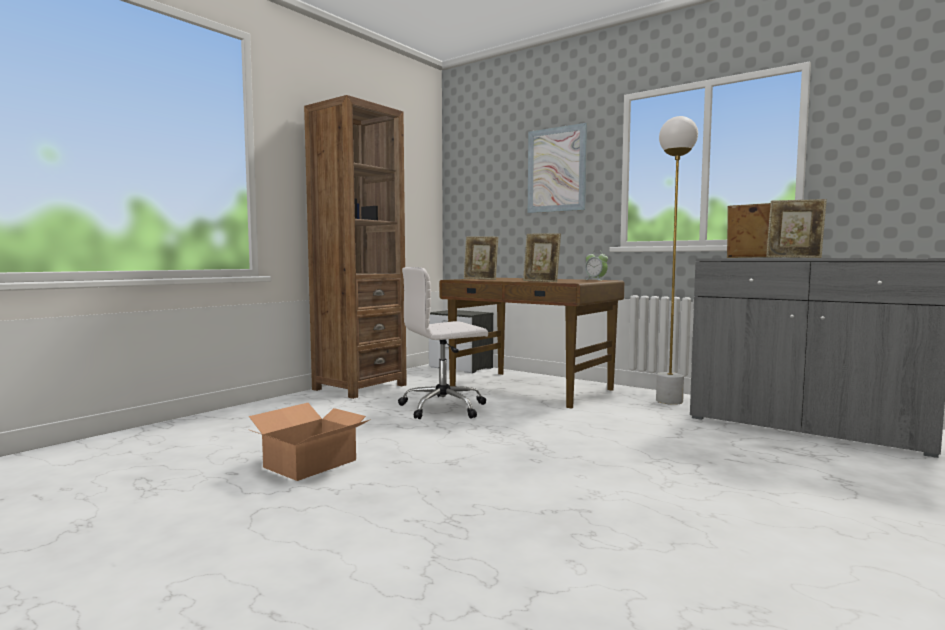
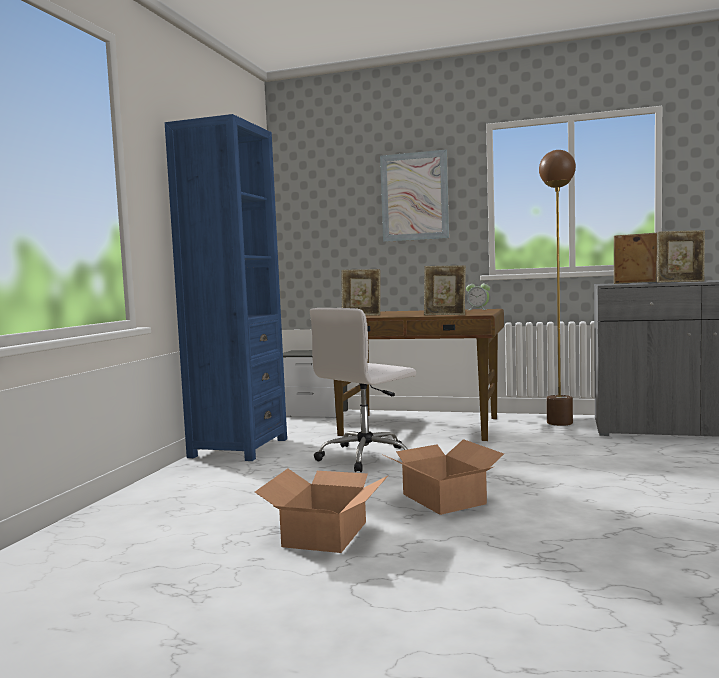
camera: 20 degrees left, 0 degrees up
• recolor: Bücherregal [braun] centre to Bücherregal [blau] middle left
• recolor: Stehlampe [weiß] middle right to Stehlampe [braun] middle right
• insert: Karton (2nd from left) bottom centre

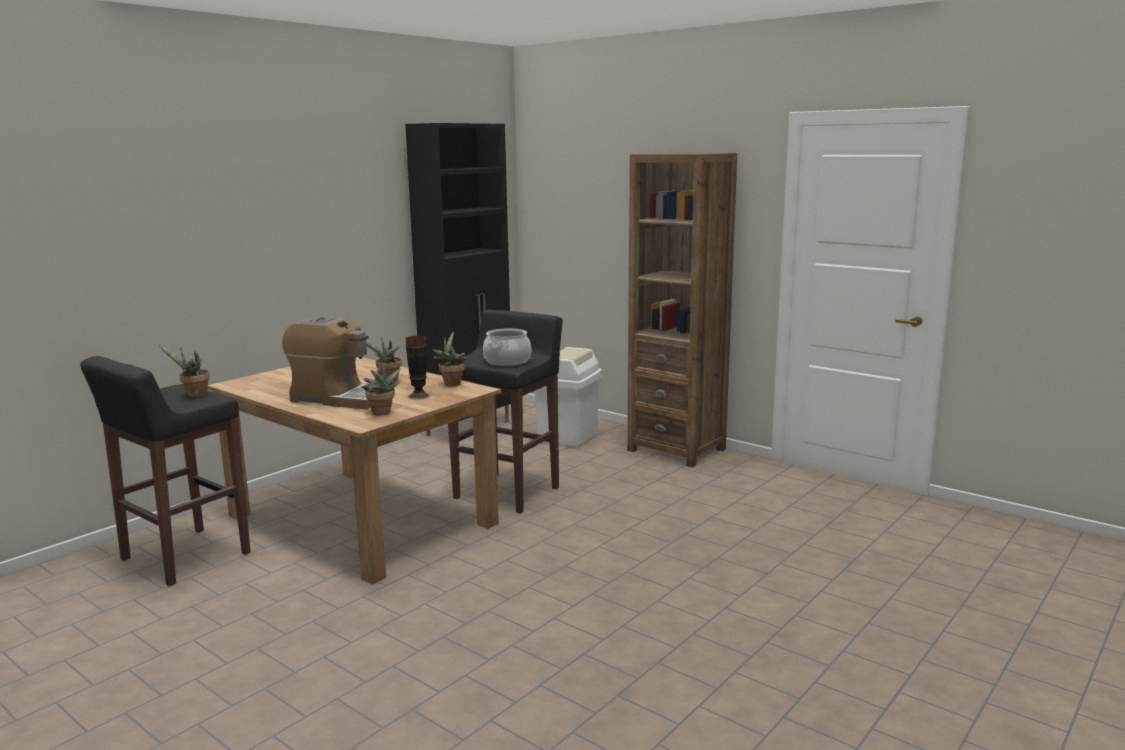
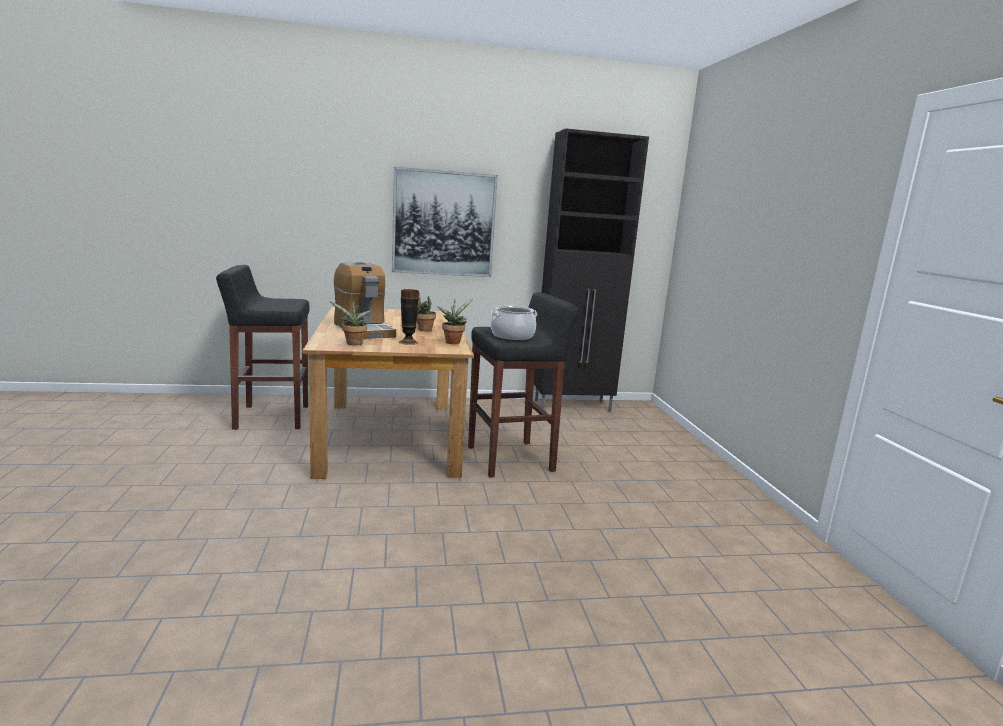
camera: 40 degrees right, 0 degrees up
• delete: Bücherregal [braun] centre
• delete: Topfpflanze (1st from left) middle left
• delete: Mülleimer [weiß] centre
• insert: Bild top centre

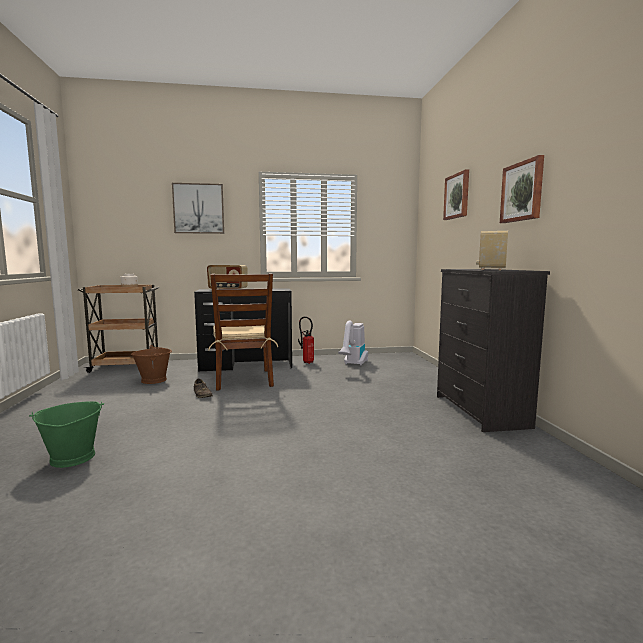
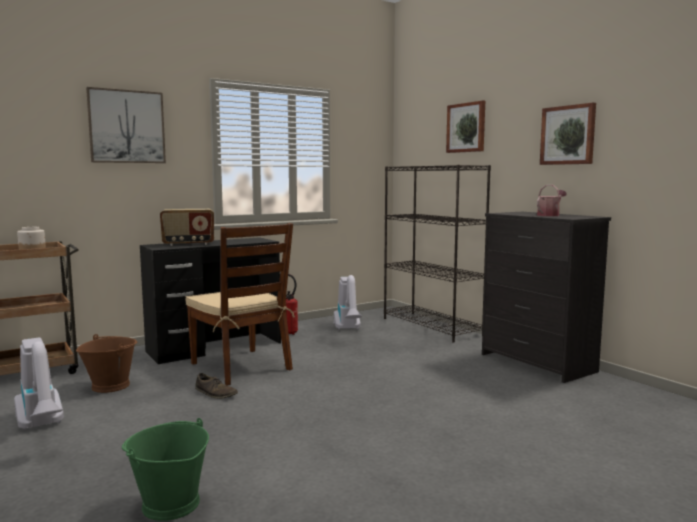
camera: 25 degrees left, 0 degrees up
• replace: Radio (2nd from left) middle right to Gießkanne middle right
• insert: Bücherregal [schwarz] centre
• insert: Staubsauger (1st from left) bottom left

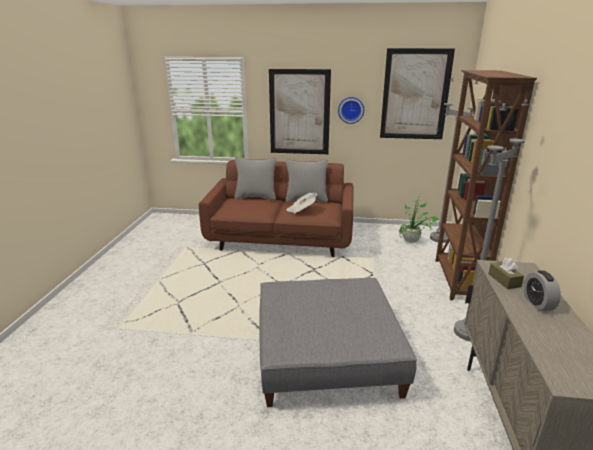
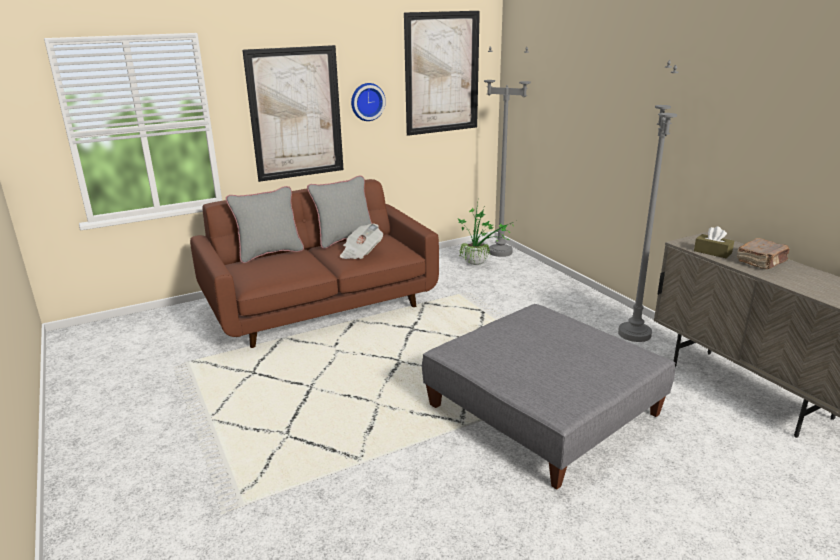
camera: 35 degrees left, 0 degrees up
• delete: Bücherregal [braun] middle right
• replace: Wecker middle right to Buch [braun] middle right

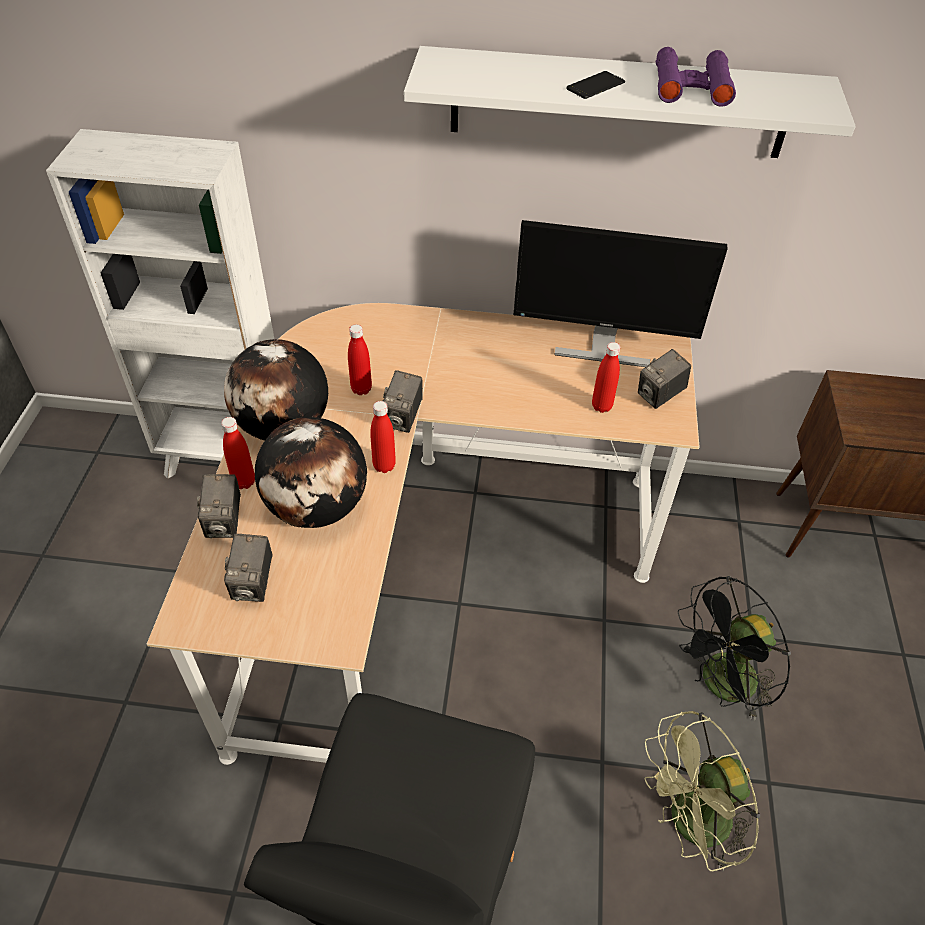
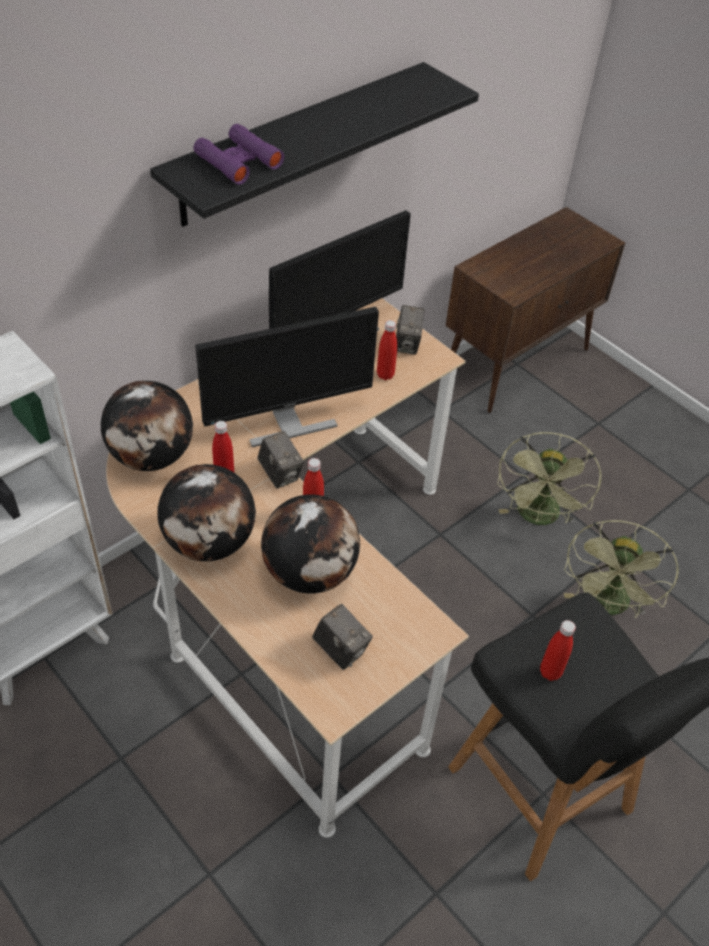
camera: 50 degrees left, 0 degrees up
• recolor: Wandregal [weiß] top right to Wandregal [schwarz] top centre
• move: Fernglas [lila] top right to top centre
• delete: Handy top centre
• move: Flasche [rot] (1st from left in the first image) middle left to Flasche [rot] (4th from left) bottom right
• delete: Kamera (1st from left) middle left
• recolor: Ventilator [schwarz] bottom right to Ventilator [grün] (1st from left) middle right
• insert: Monitor (1st from left) centre
• insert: Globus (1st from left) middle left

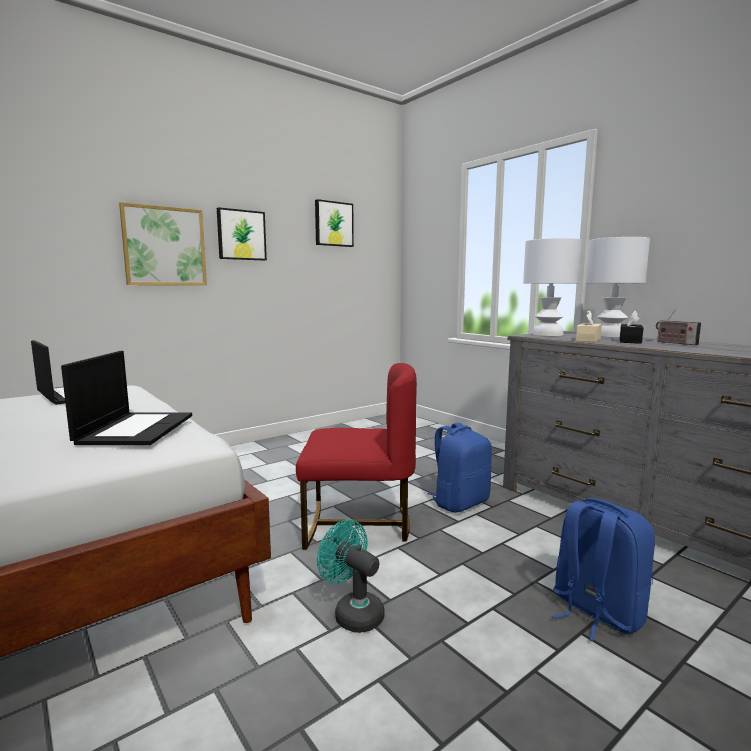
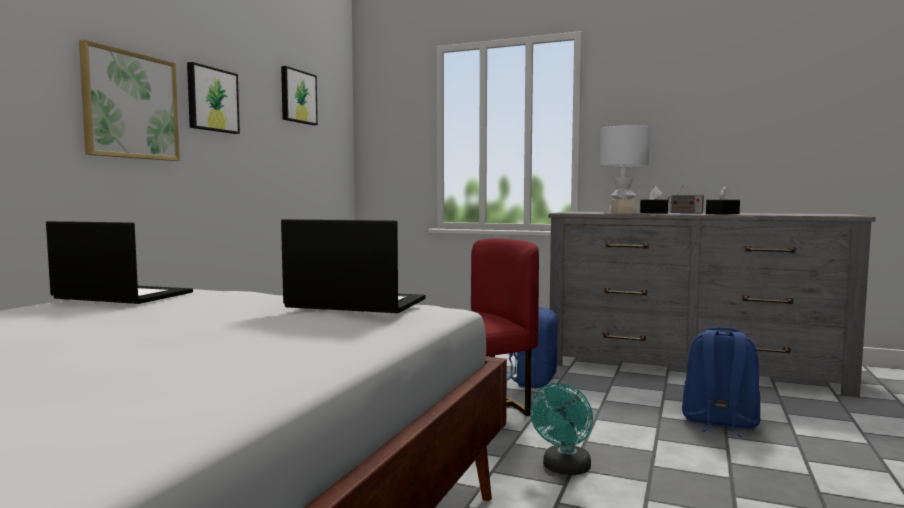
camera: 30 degrees left, 5 degrees down
• delete: Tischlampe [weiß] (1st from left) middle right
• rotate: Laptop (2nd from left) middle left = centre 45 degrees counterclockwise
• rotate: Ventilator [türkis] bottom centre = bottom centre 75 degrees counterclockwise
• insert: Taschentuchbox [schwarz] (2nd from left) middle right

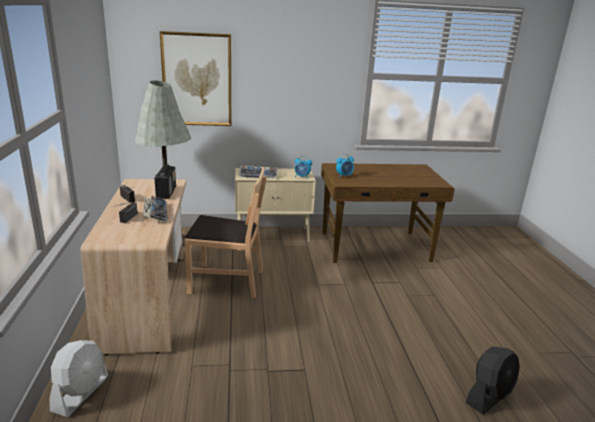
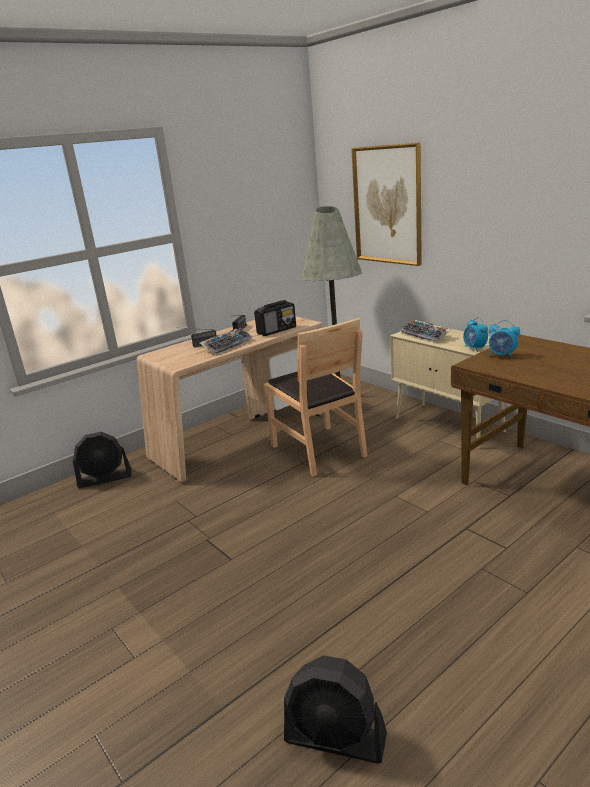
camera: 60 degrees right, 0 degrees up
• recolor: Ventilator [weiß] bottom left to Ventilator [schwarz] (1st from left) middle left

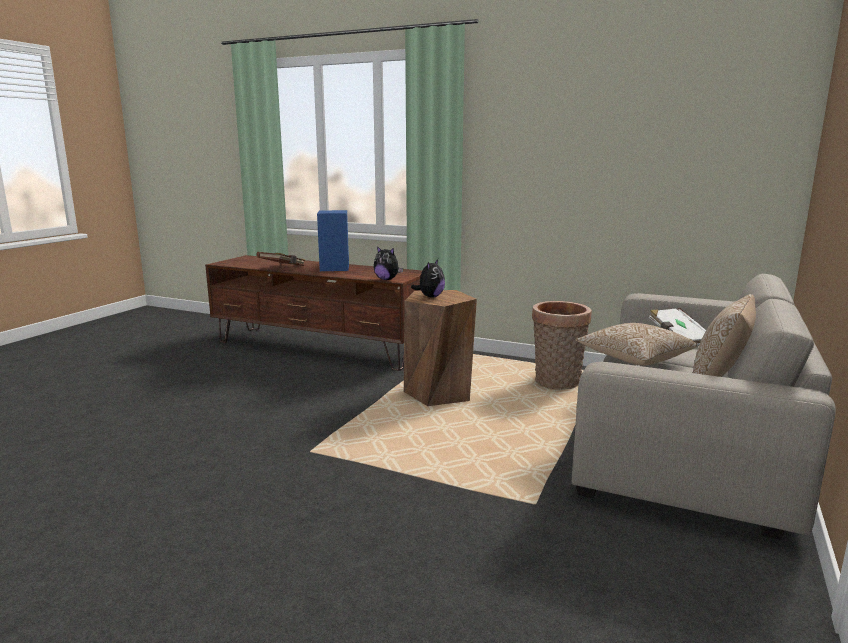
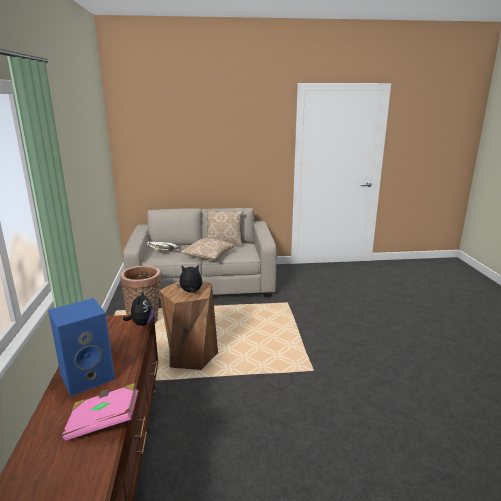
camera: 120 degrees left, 5 degrees up
• recolor: Buch [braun] middle left to Buch [rosa] bottom left

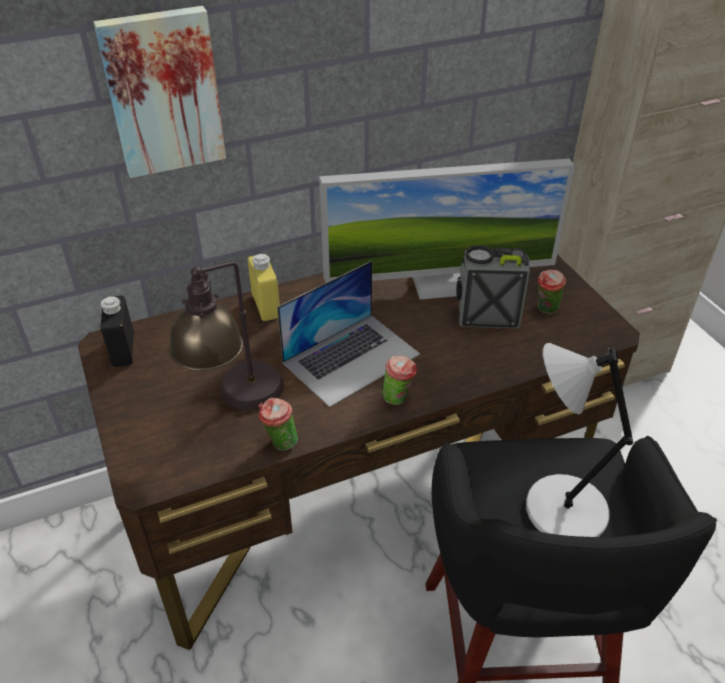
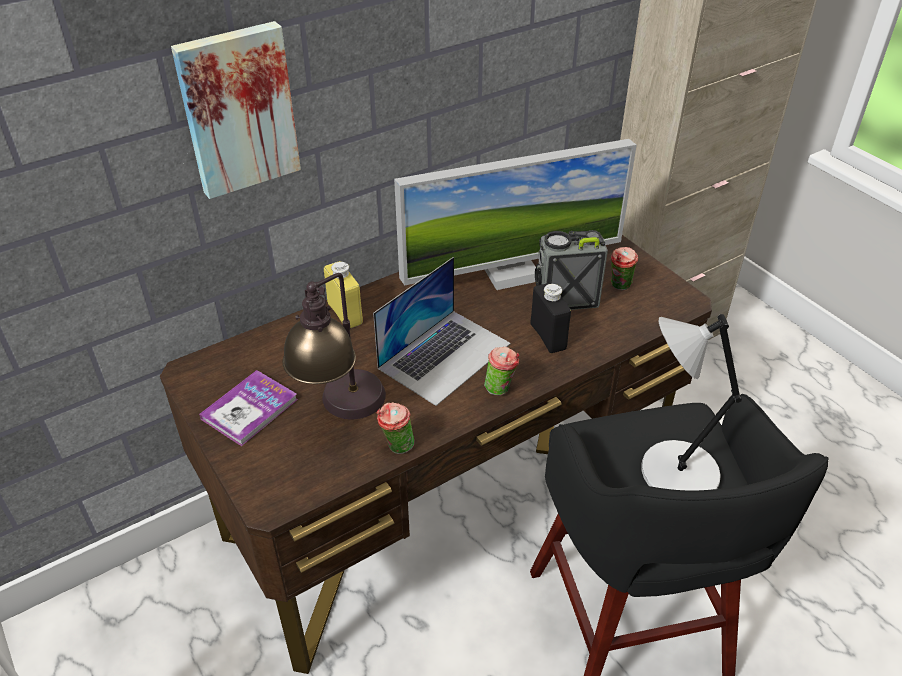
camera: 10 degrees left, 0 degrees up
• move: Flasche [schwarz] middle left to centre
• insert: Buch middle left

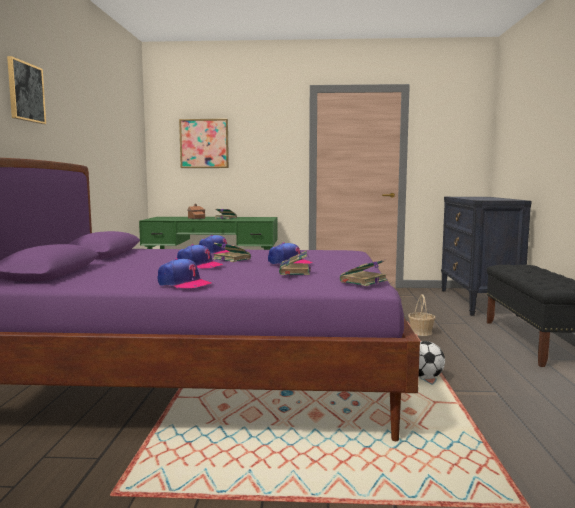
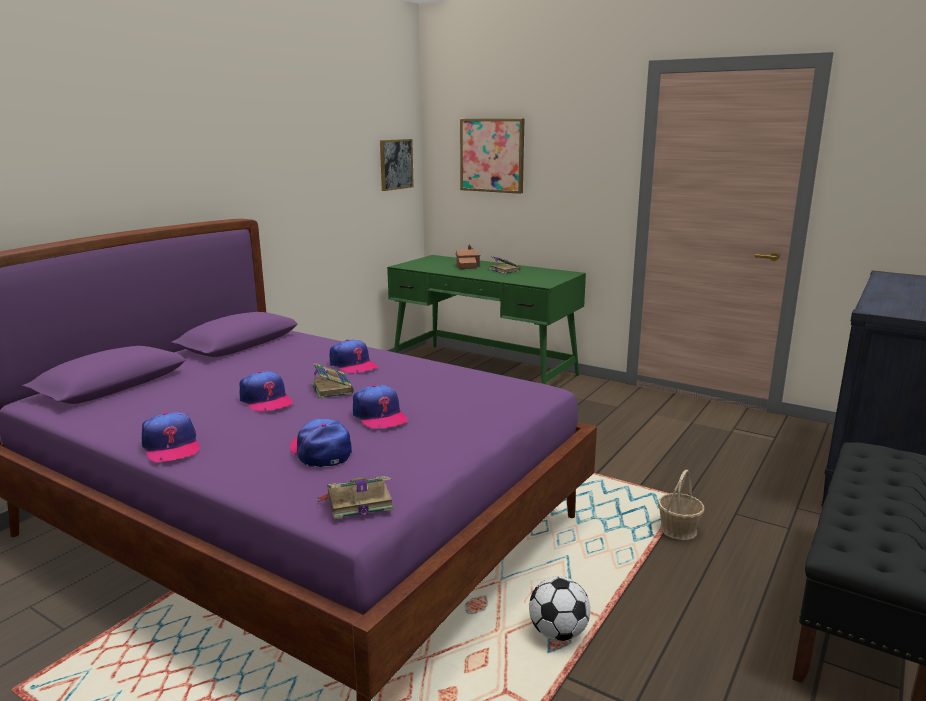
camera: 30 degrees right, 10 degrees up
• move: Bild (1st from left) top left to top centre
• replace: Buch (3rd from left) centre to Kappe (3rd from left) centre

